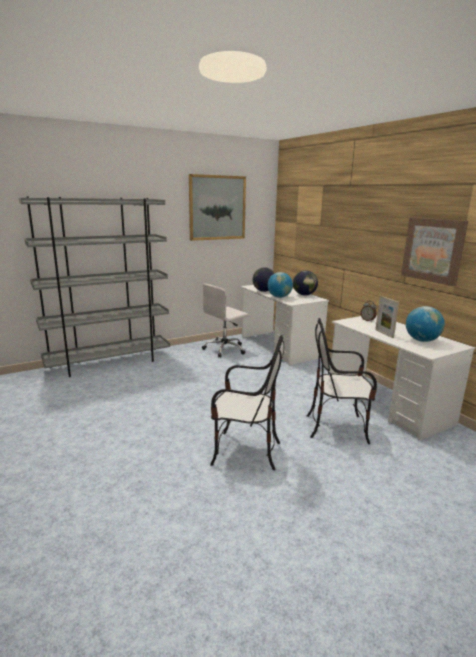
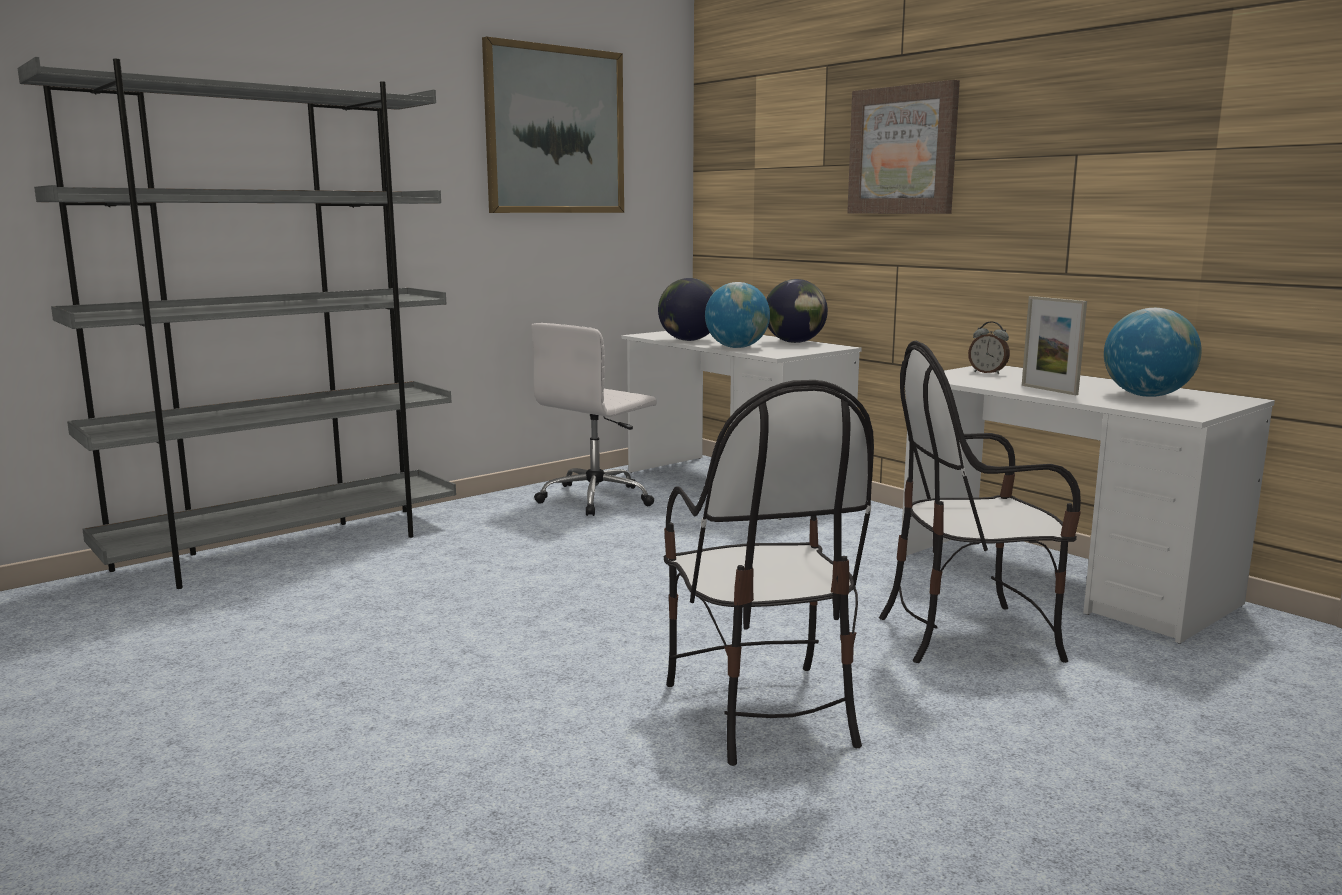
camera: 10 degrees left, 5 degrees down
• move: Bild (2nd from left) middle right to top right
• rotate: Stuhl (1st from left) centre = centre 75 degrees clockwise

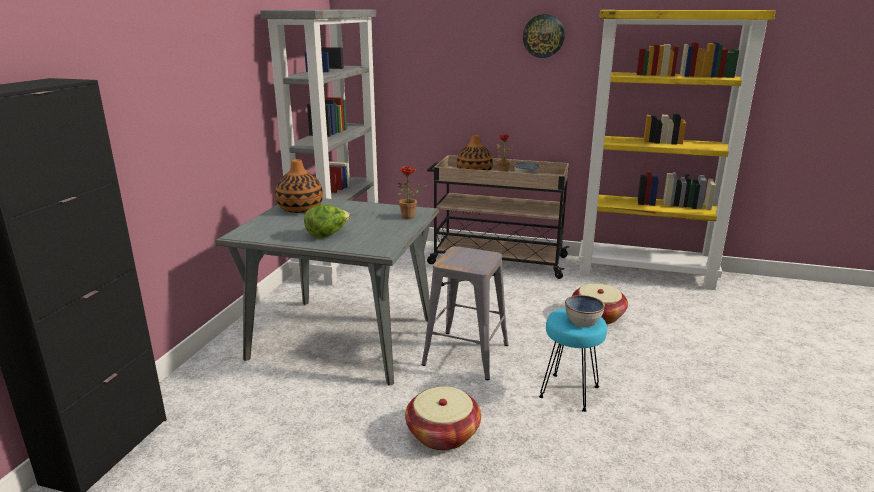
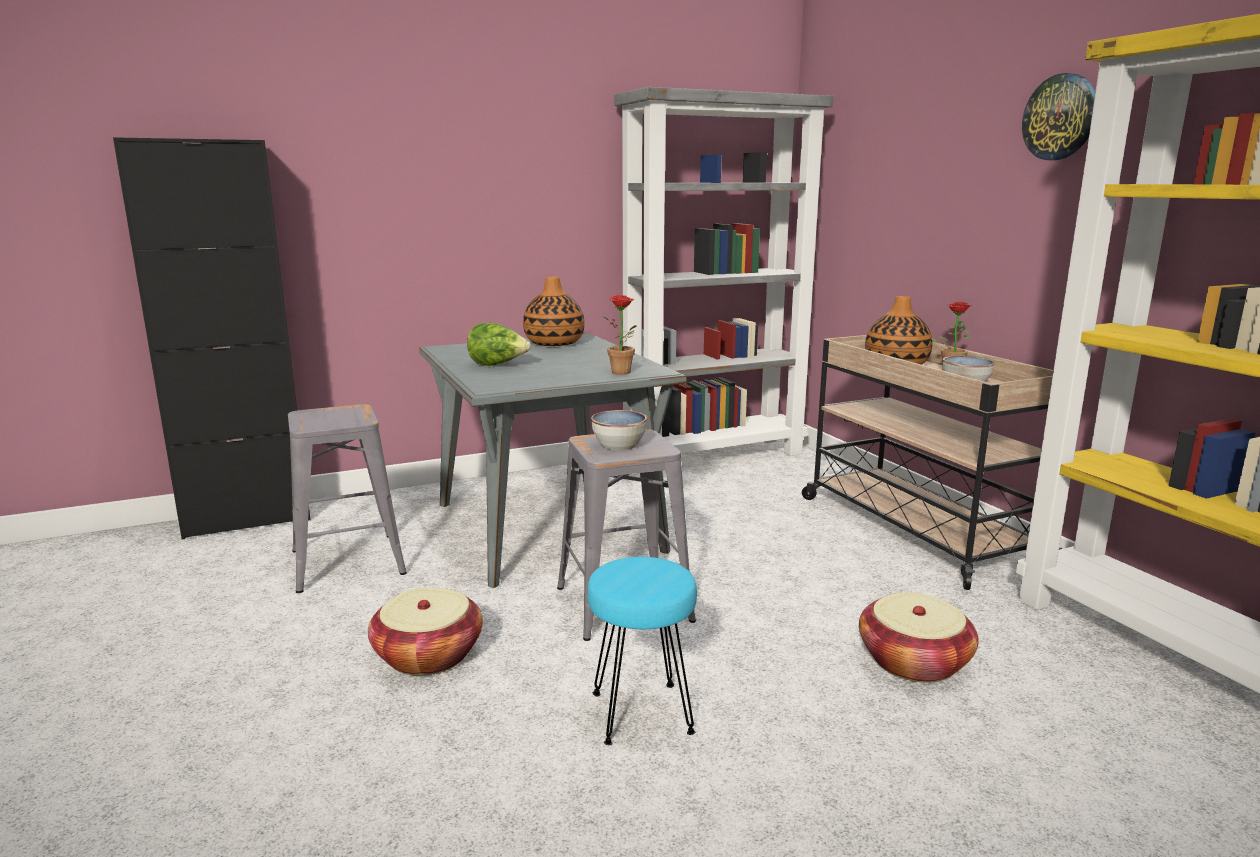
camera: 50 degrees right, 5 degrees down
• move: Schüssel (2nd from left in the first image) middle right to Schüssel (1st from left) centre
• insert: Hocker [grau] (1st from left) middle left

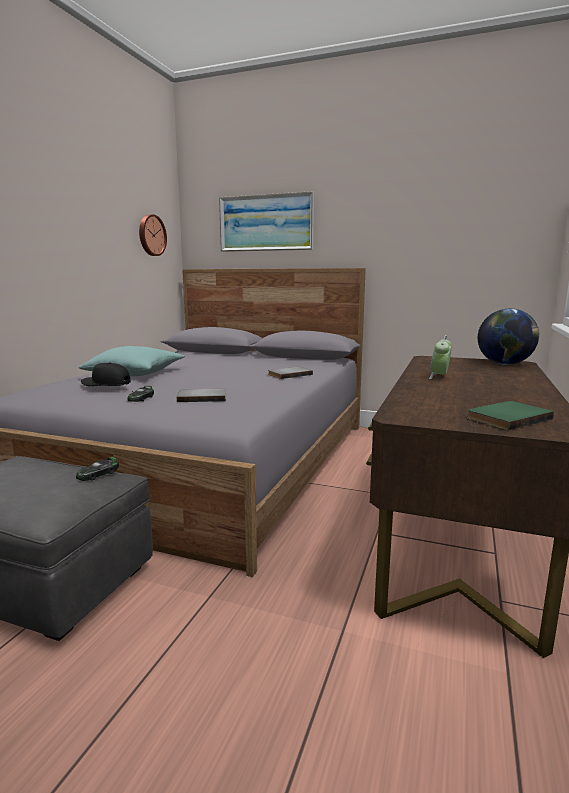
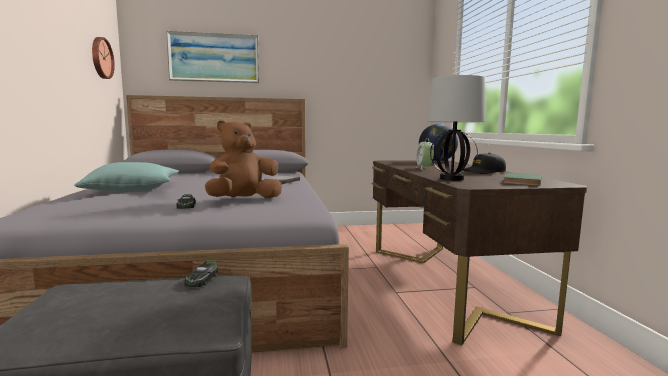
camera: 30 degrees left, 5 degrees down
• move: Kappe [schwarz] middle left to middle right
• replace: Buch [grau] (1st from left) centre to Plüschtier [braun] centre
• insert: Tischlampe middle right

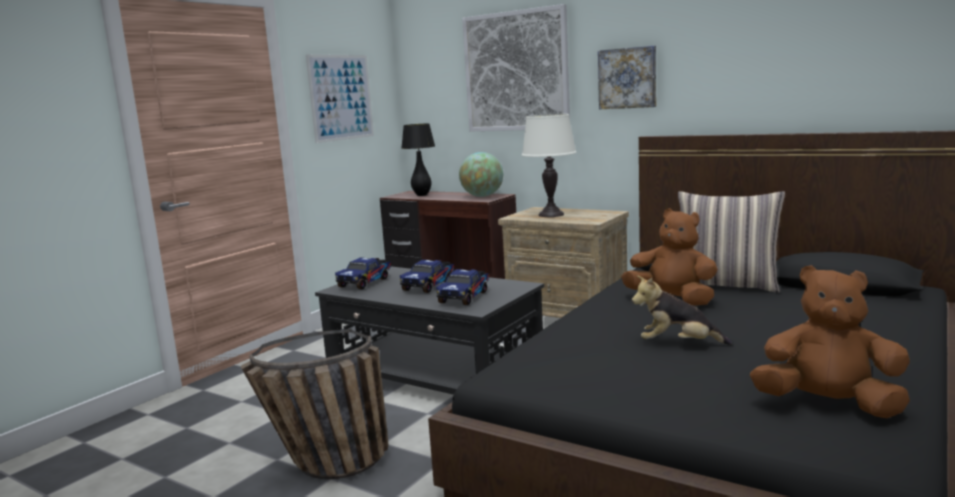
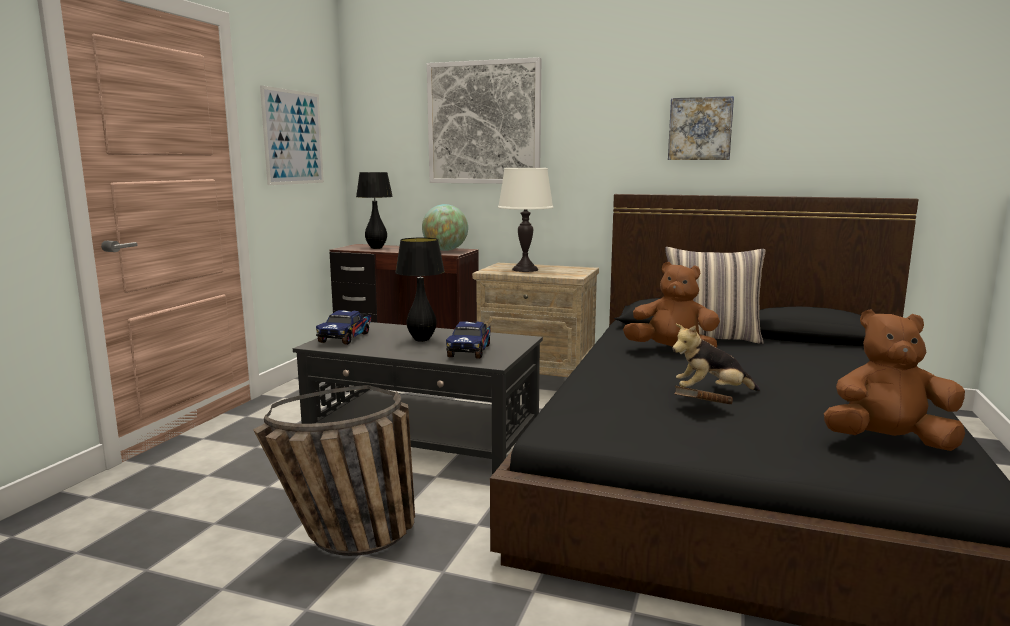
camera: 15 degrees left, 0 degrees up
• move: Bild (3rd from left) top centre to top right
• replace: Spielzeuglaster (2nd from left) centre to Tischlampe [schwarz] (2nd from left) centre
• insert: Buch [braun] middle right

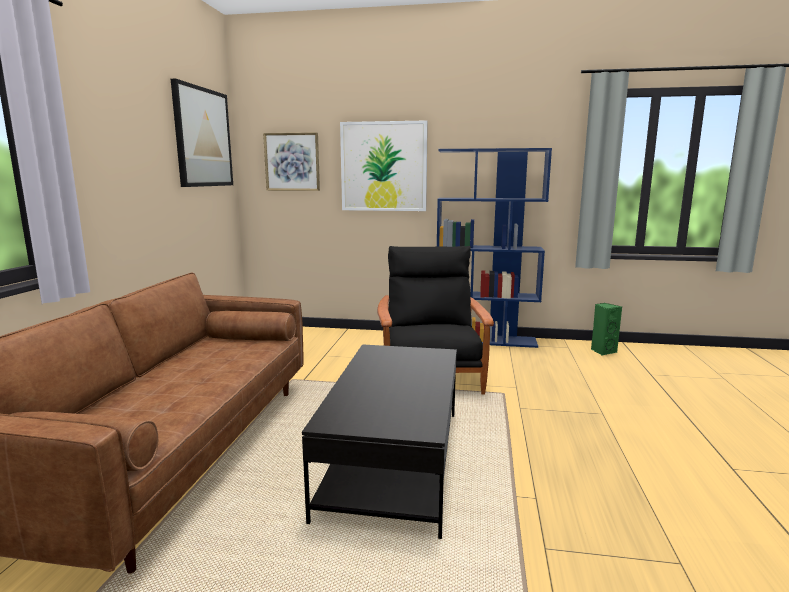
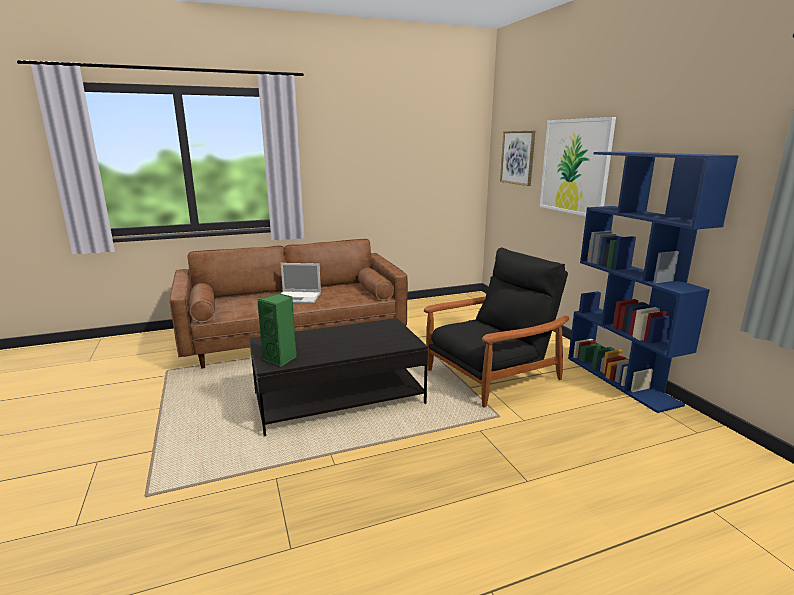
camera: 60 degrees right, 5 degrees up
• delete: Bild (1st from left) top left
• move: Lautsprecher [grün] middle right to centre
• insert: Laptop centre

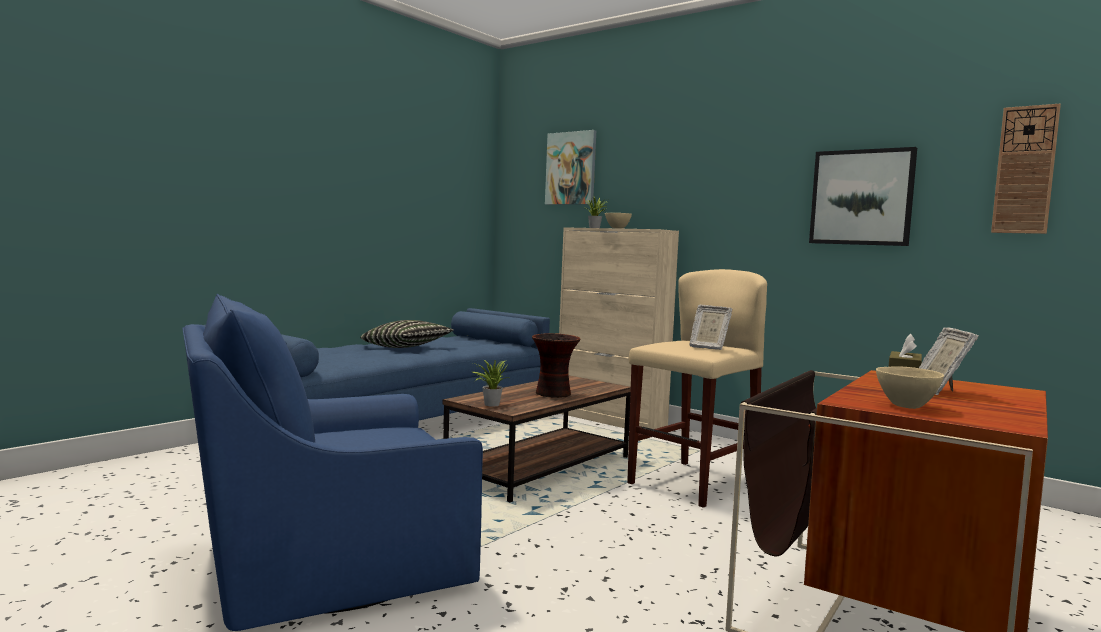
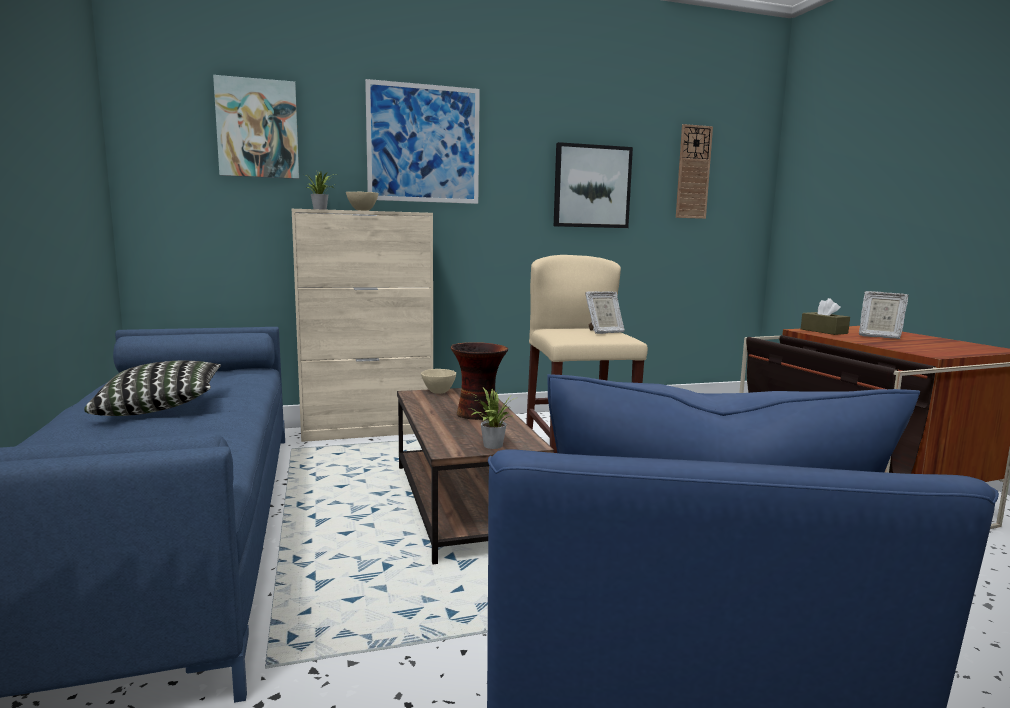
camera: 55 degrees left, 5 degrees up
• move: Schüssel [beige] (2nd from left) middle right to centre
• insert: Bild (2nd from left) top centre

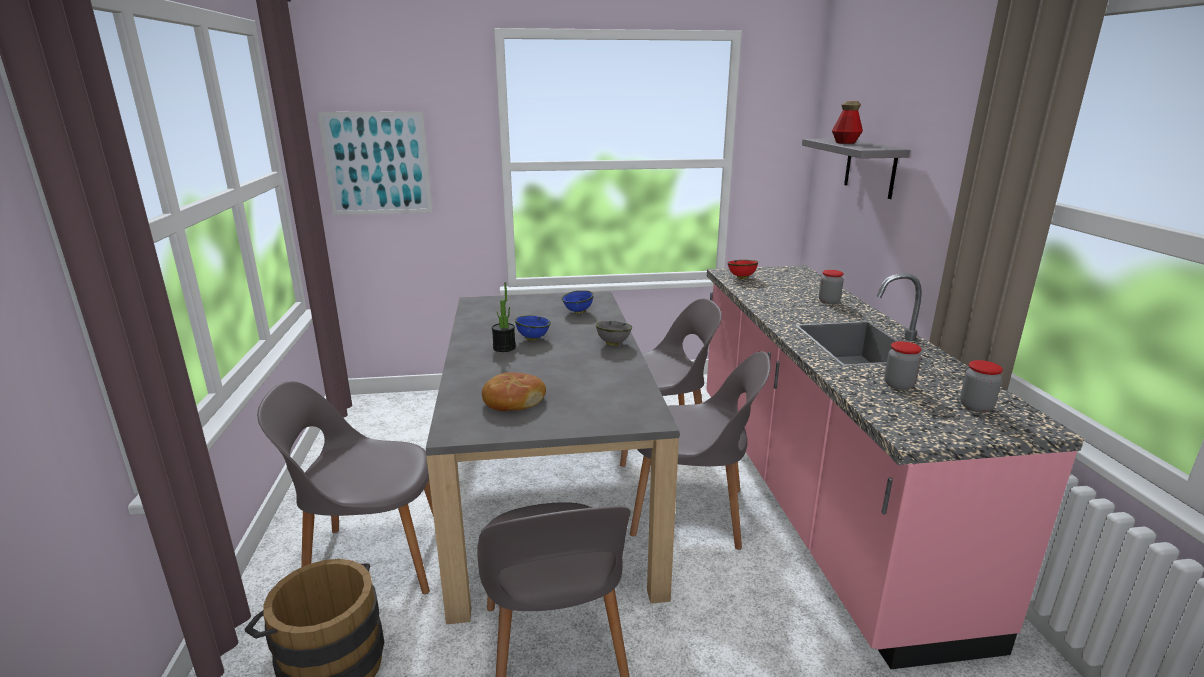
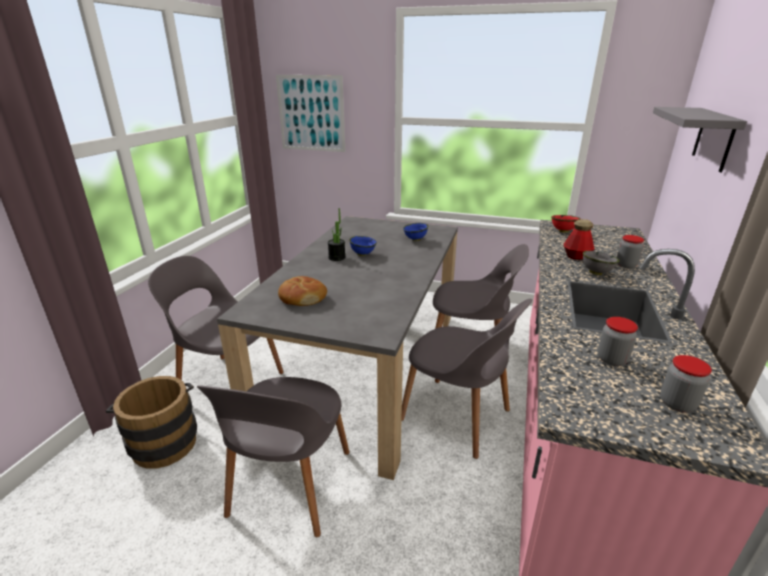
camera: 25 degrees right, 5 degrees up
• move: Flasche top right to middle right
• move: Schüssel [grau] centre to middle right

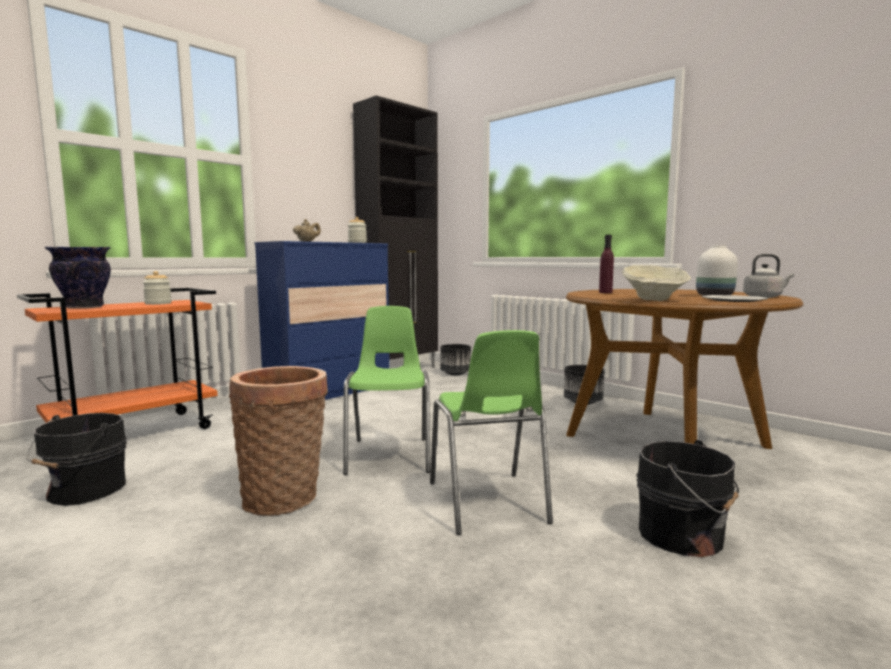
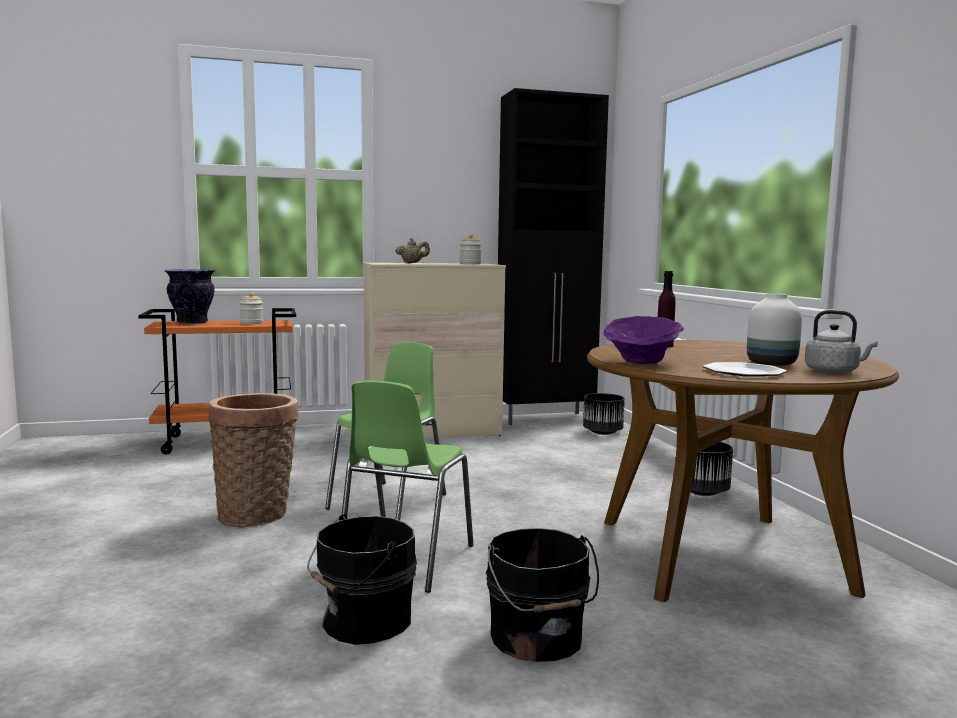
camera: 30 degrees right, 0 degrees up
• recolor: Kommode [blau] centre to Kommode [beige] centre
• recolor: Schüssel [beige] middle right to Schüssel [lila] middle right
• move: Eimer [schwarz] (1st from left) bottom left to bottom centre

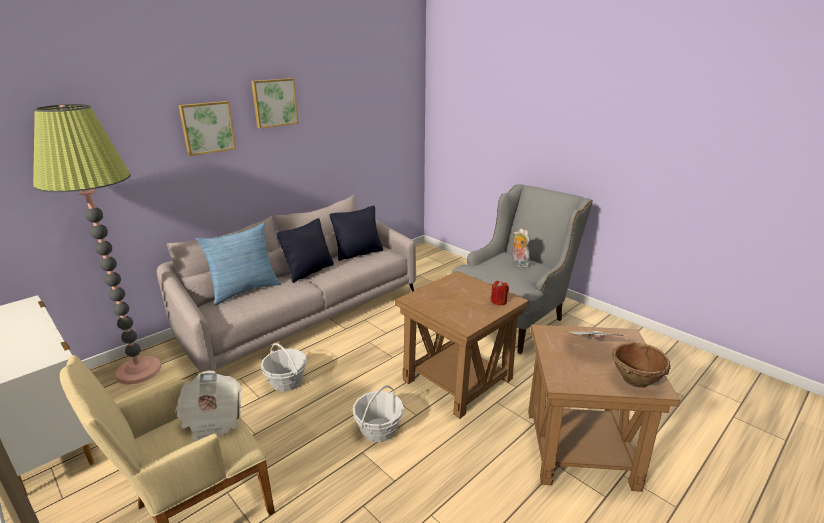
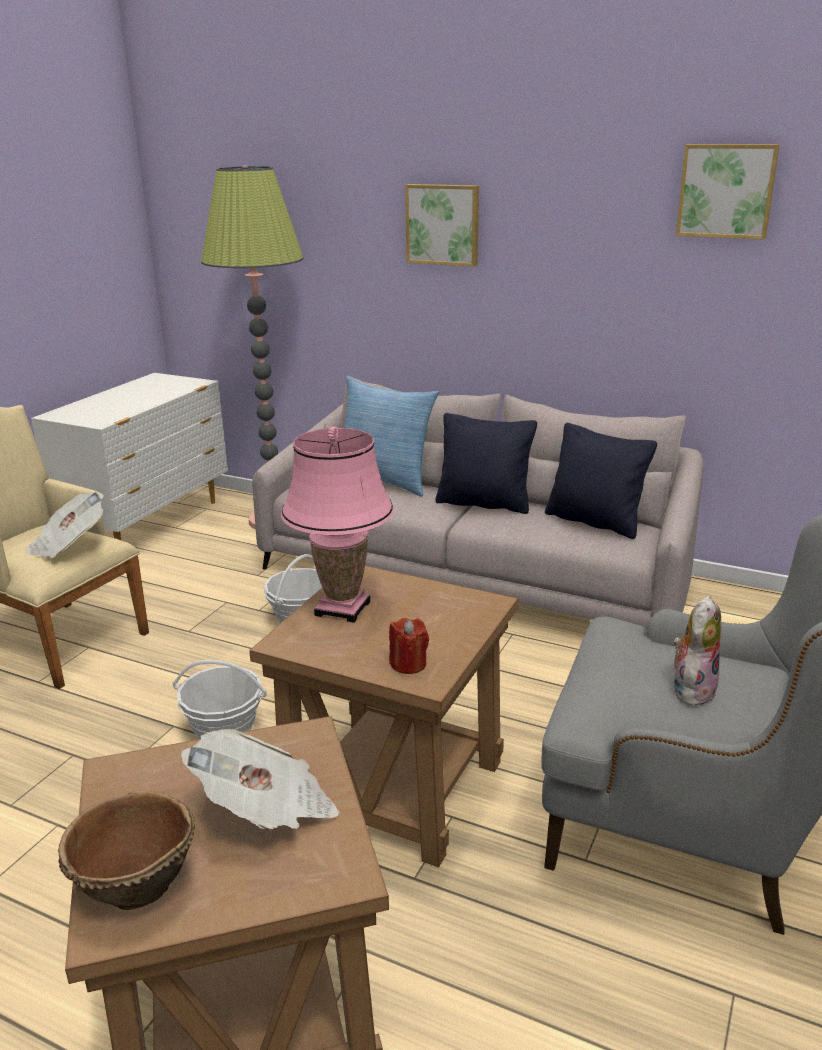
camera: 70 degrees right, 0 degrees up
• move: Bild (2nd from left) top left to top right
• insert: Tischlampe [rosa] centre

